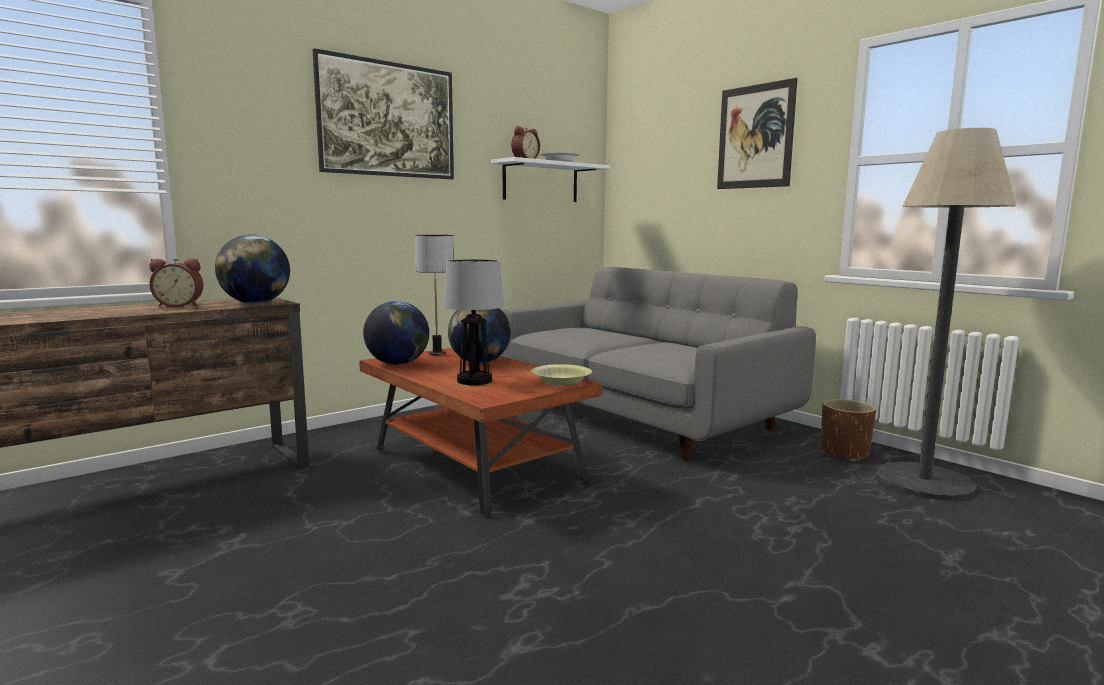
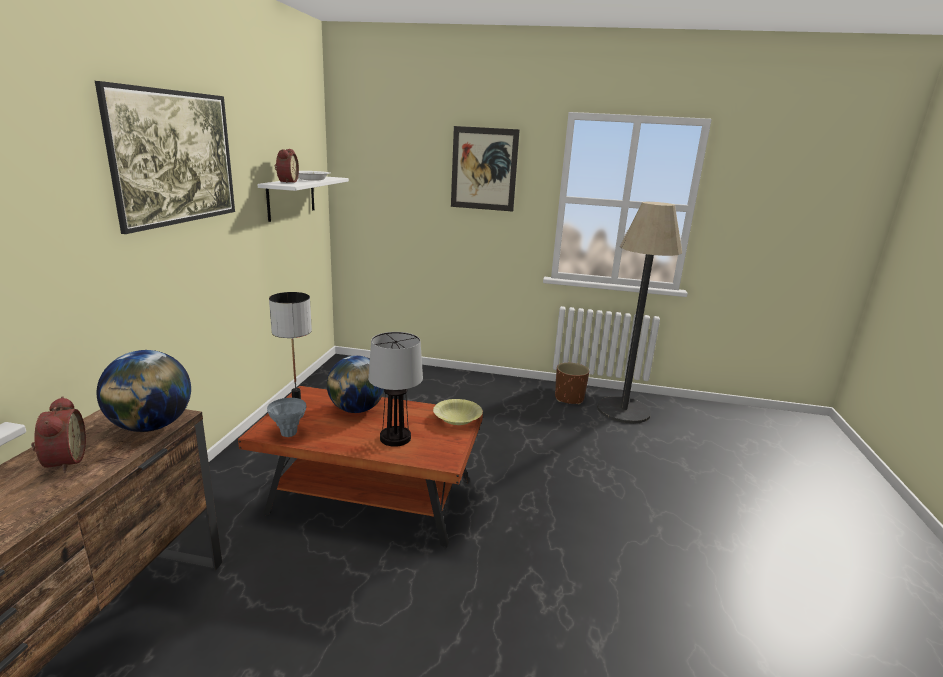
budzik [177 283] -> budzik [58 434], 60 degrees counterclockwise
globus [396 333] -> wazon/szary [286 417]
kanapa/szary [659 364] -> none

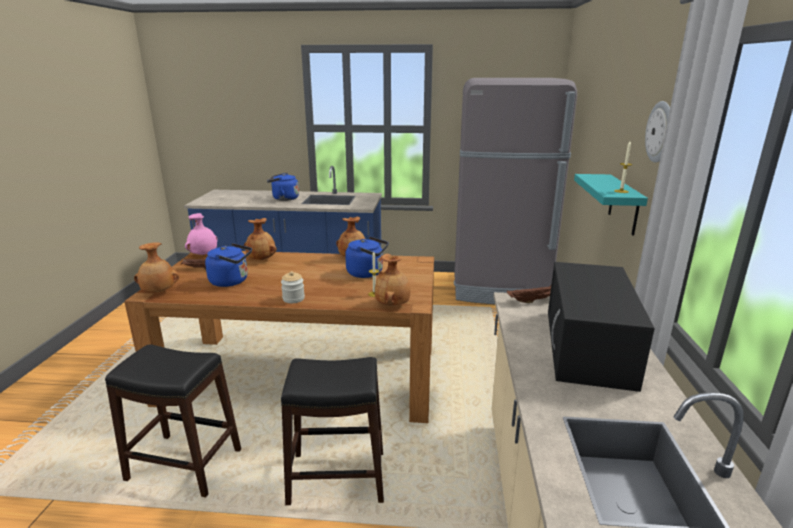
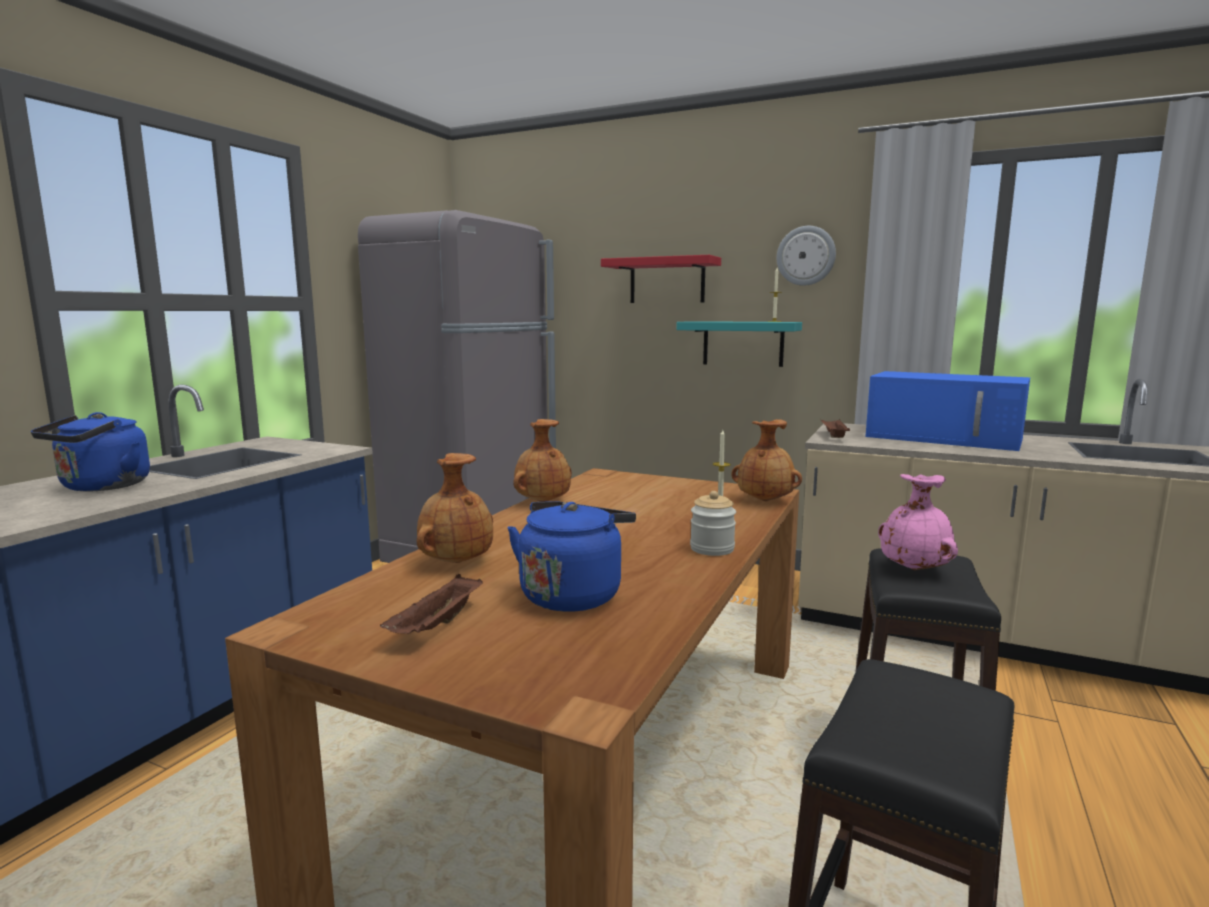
wazon/brązowy [156 267] -> none
wazon/różowy [201 234] -> wazon/różowy [918 522], shifted
czajnik/niebieski [367 257] -> none
mikrofalówka/czarny [601 327] -> mikrofalówka/niebieski [947 411]
none -> półka/czerwony [661 279]

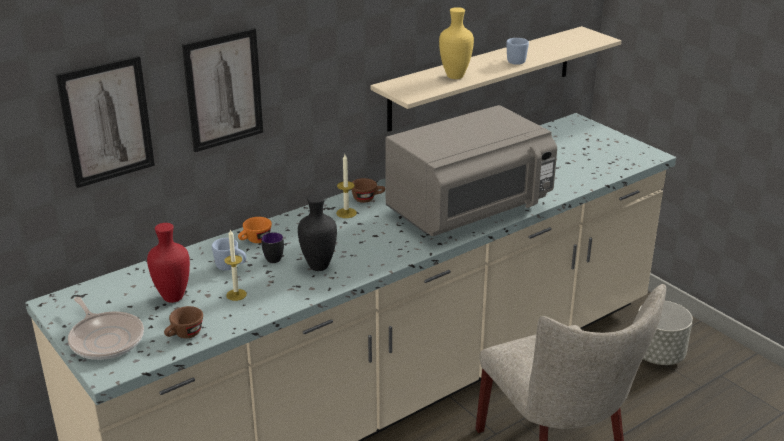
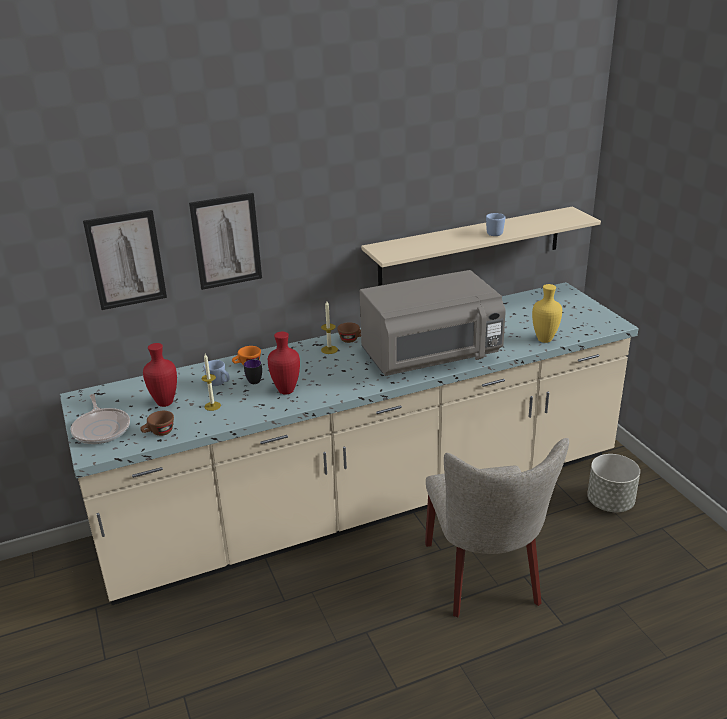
wazon/czarny [317 232] -> wazon/czerwony [284 363]
wazon/żółty [456 43] -> wazon/żółty [547 313], shifted

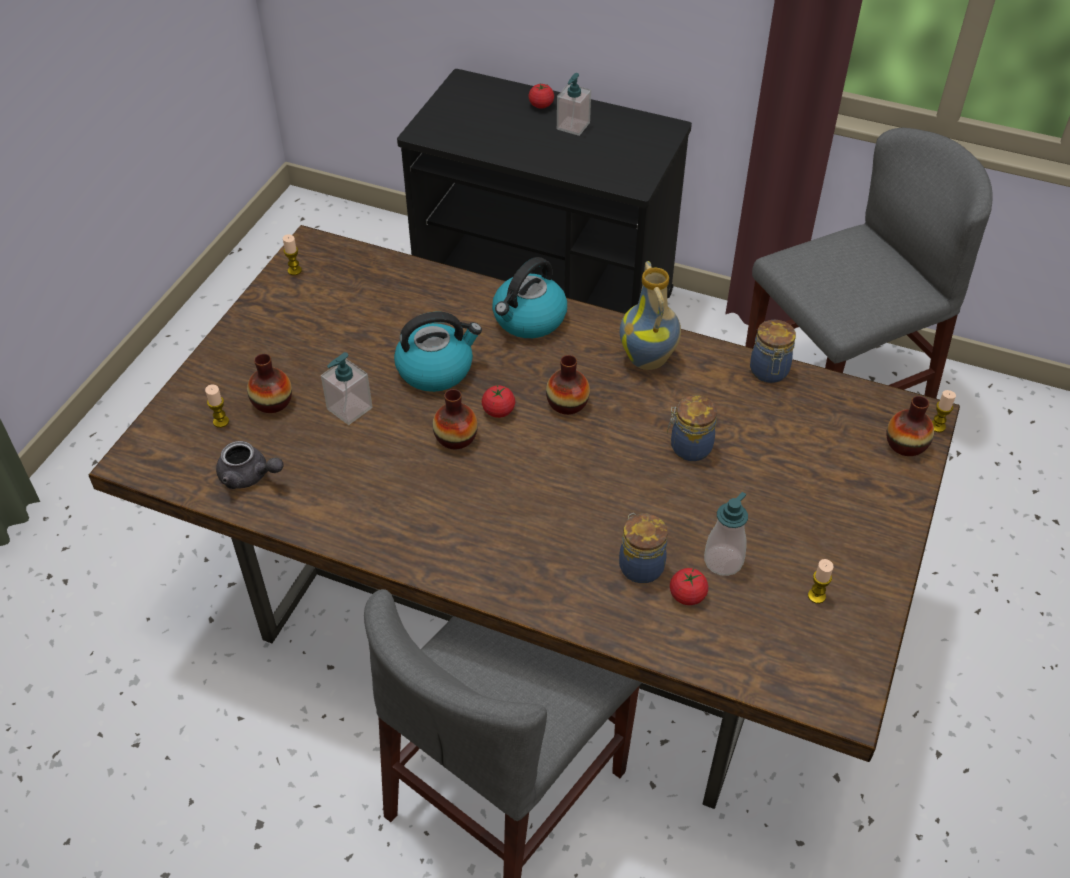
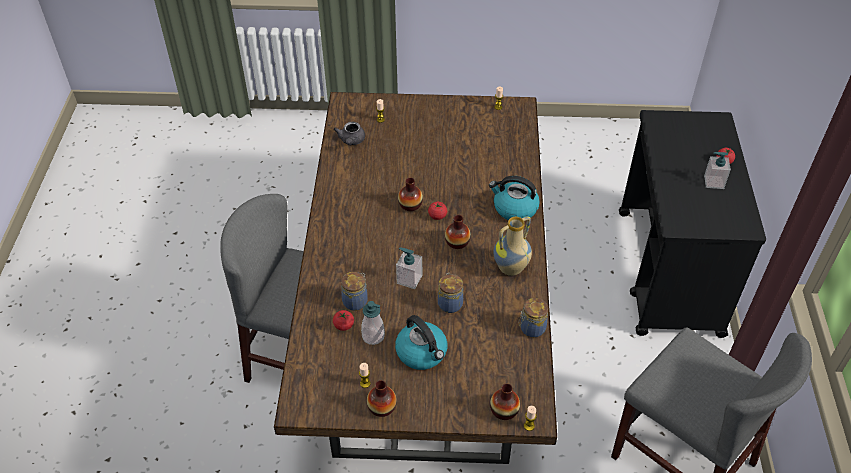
wazon [269 383] -> wazon [382 398], shifted
dozownik mydła [347 388] -> dozownik mydła [409 268], shifted
czajnik [438 352] -> czajnik [421 342], shifted

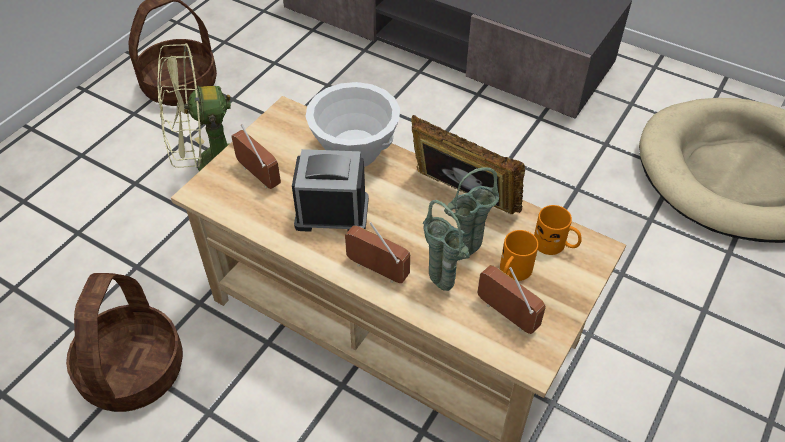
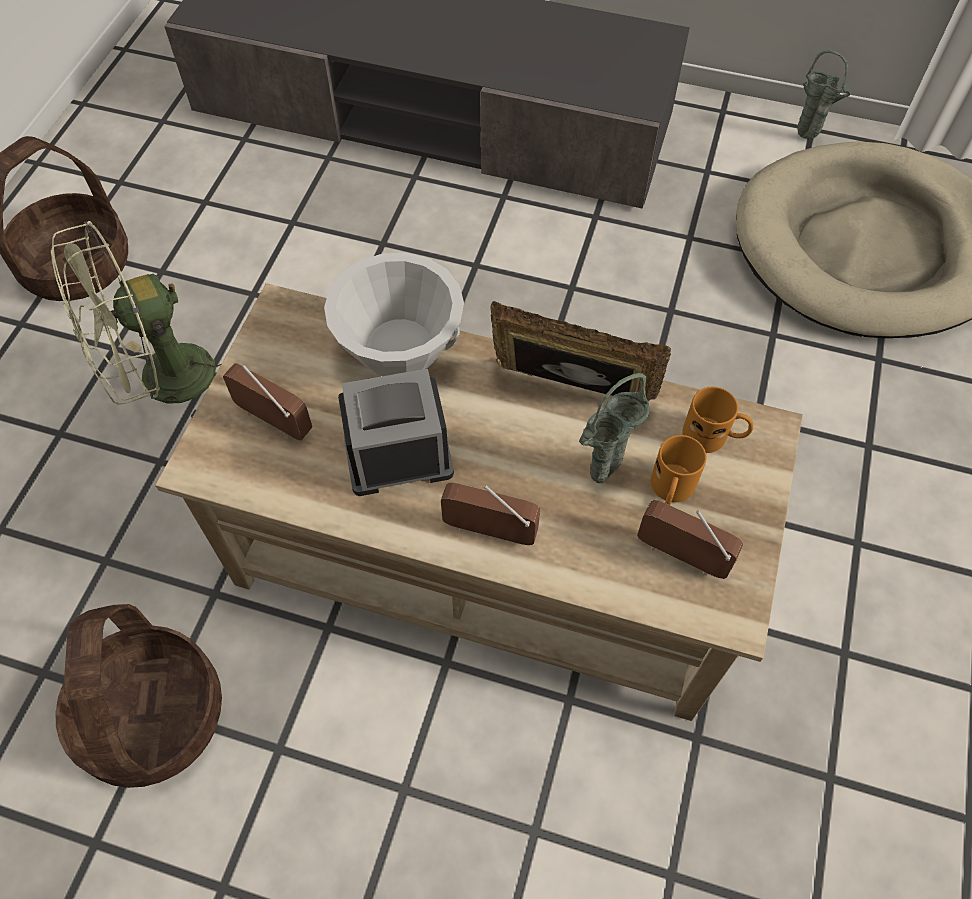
wazon/zielony [446 245] -> wazon/zielony [824 94], shifted

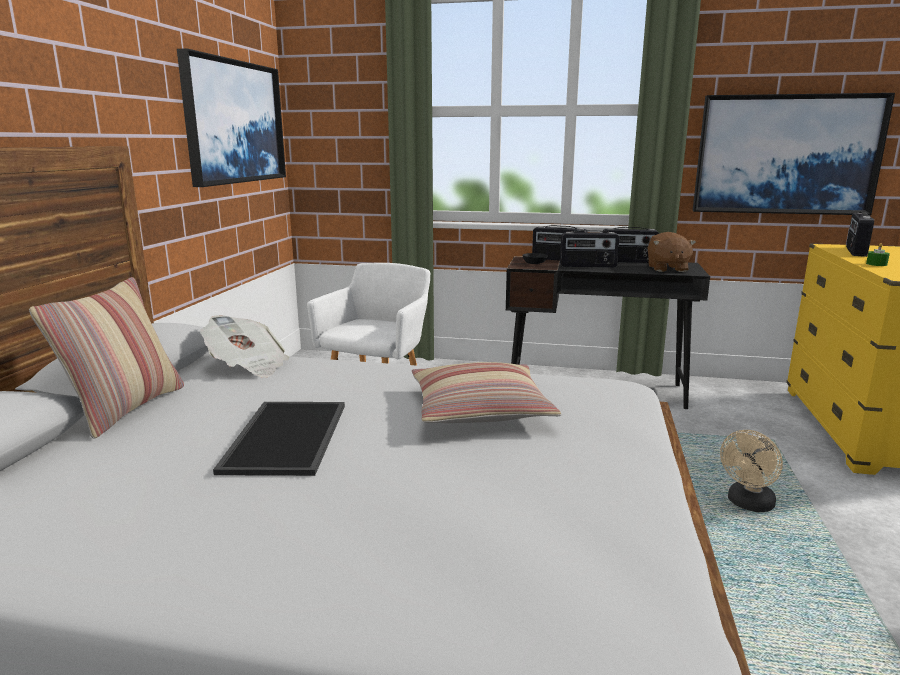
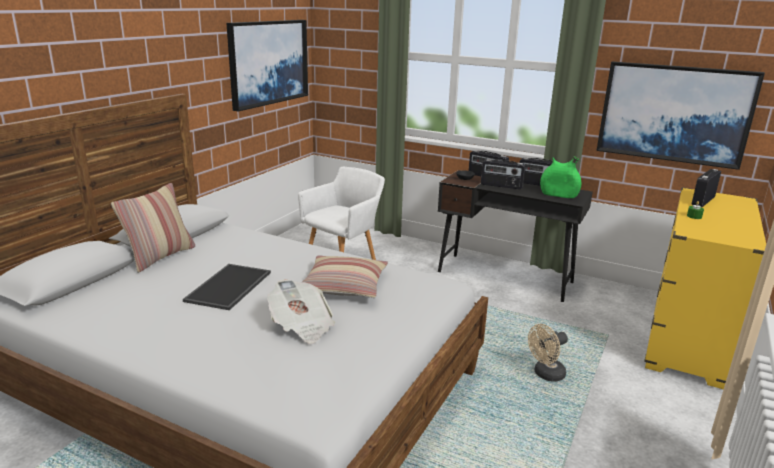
gazeta [245 346] -> gazeta [301 311], shifted
pluszak/brązowy [672 252] -> wazon/zielony [560 177]

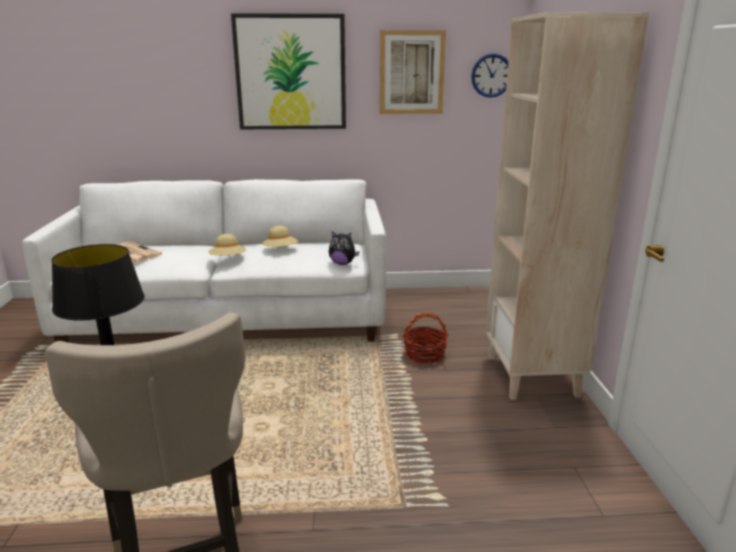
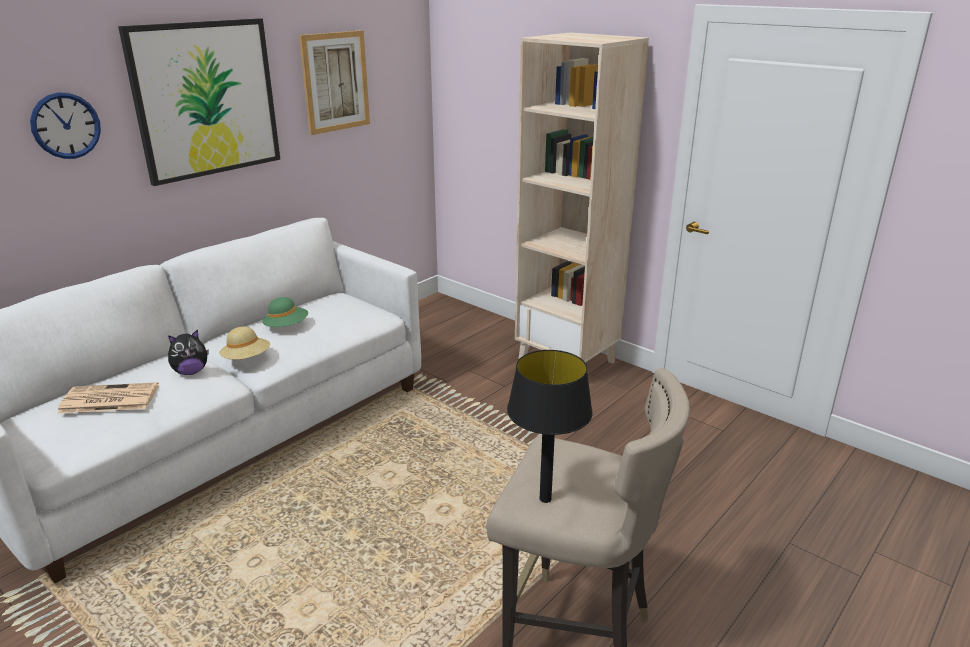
kapelusz/beżowy [280 236] -> kapelusz/zielony [285 312]
pluszak [344 248] -> pluszak [188 352], shifted
koszyk [425 338] -> none
zegar ścienny [489 75] -> zegar ścienny [65 125], shifted

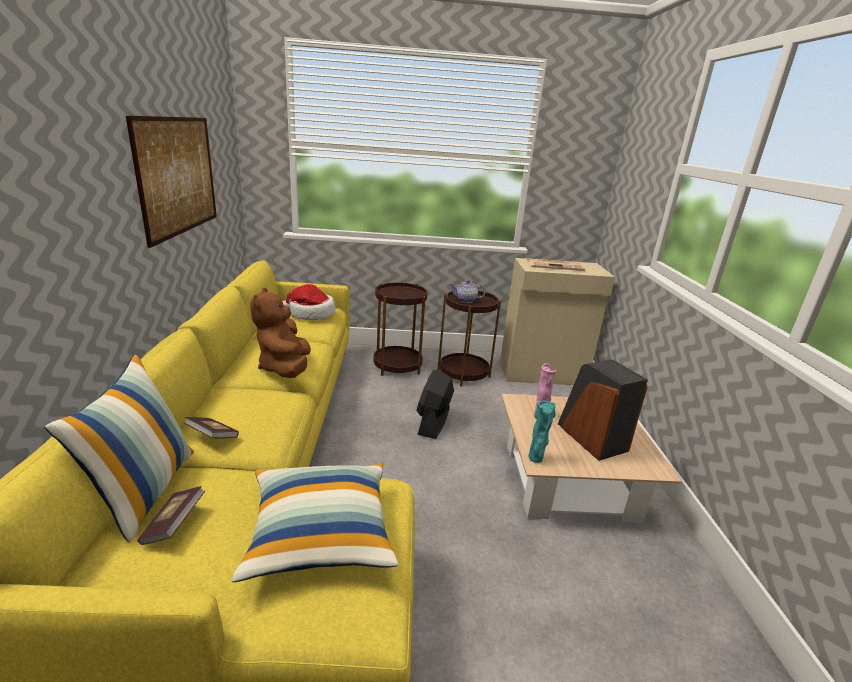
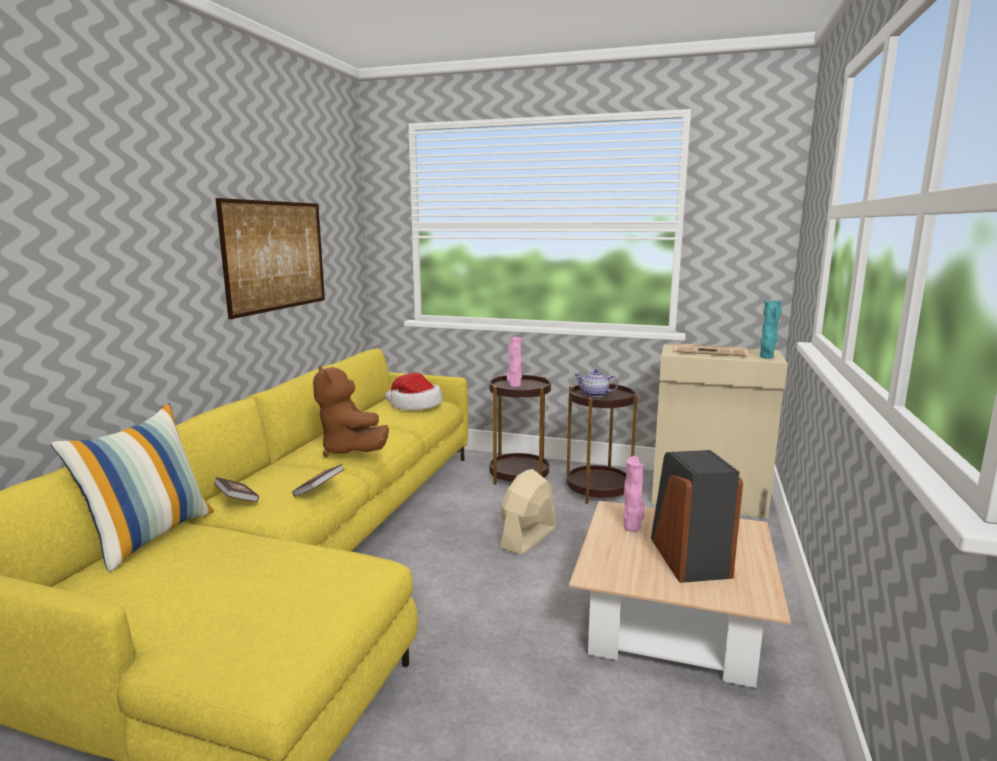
książka [171 515] -> książka [318 480], shifted
poduszka [315 522] -> none
pluszak/brązowy [280 333] -> pluszak/brązowy [351 411], 45 degrees counterclockwise
wentylator/czarny [435 404] -> wentylator/beżowy [528 512]
wazon/turkusowy [542 432] -> wazon/turkusowy [771 329], shifted
none -> wazon/różowy [514 362]

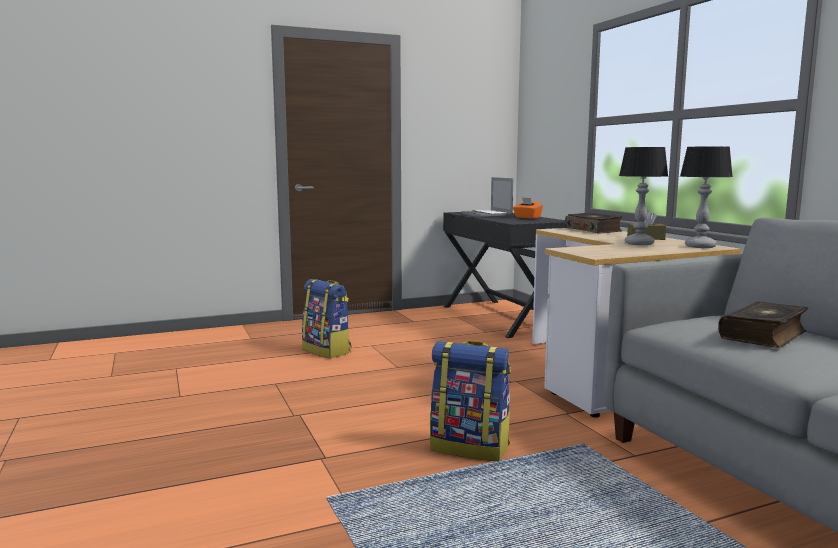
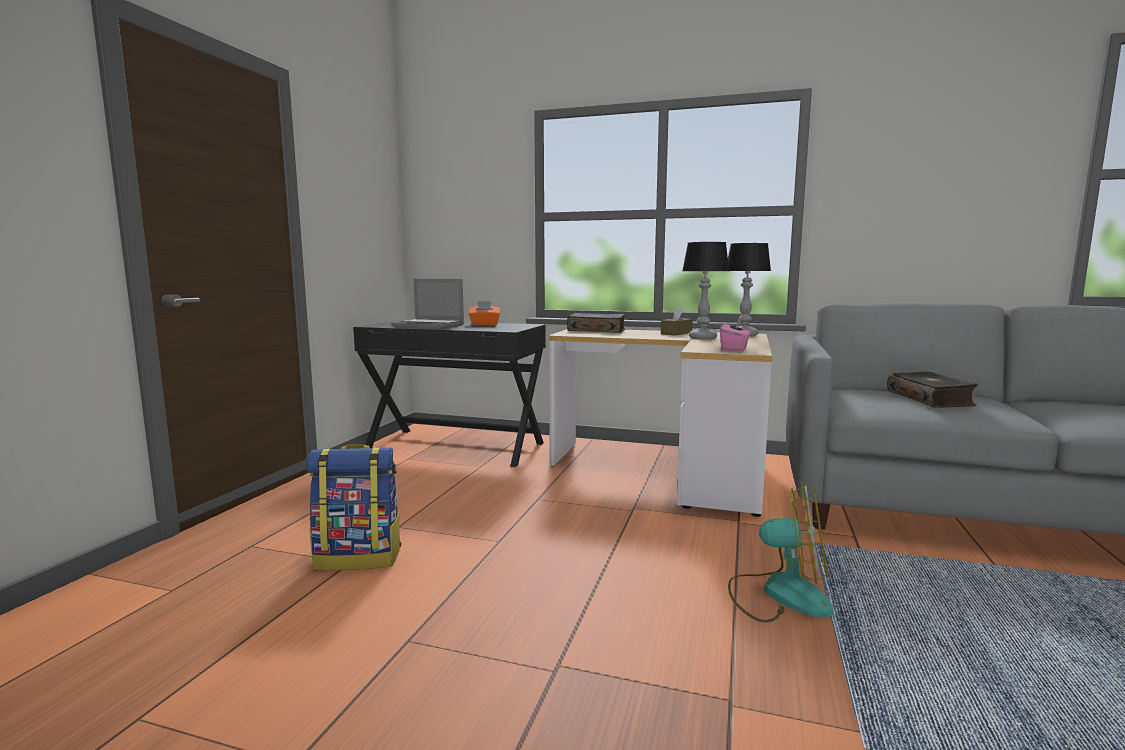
plecak [470 401] -> wentylator [781 552]
none -> pudełko chusteczek/różowy [735 334]

